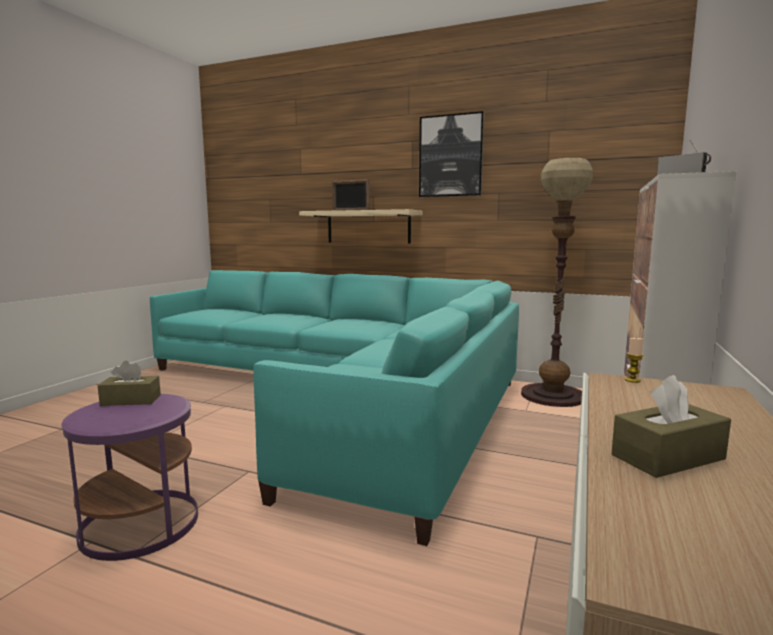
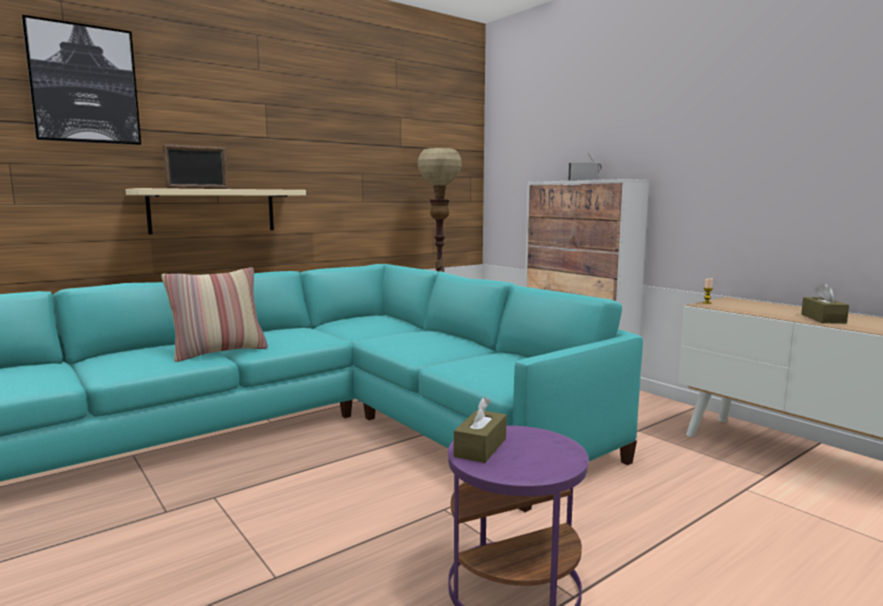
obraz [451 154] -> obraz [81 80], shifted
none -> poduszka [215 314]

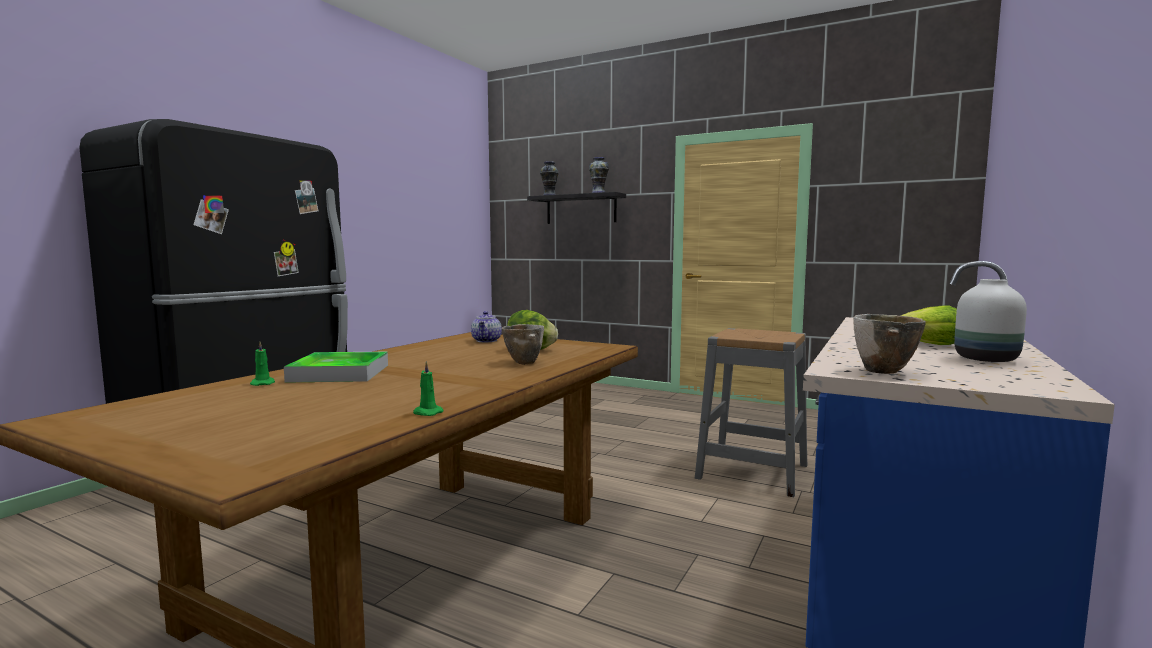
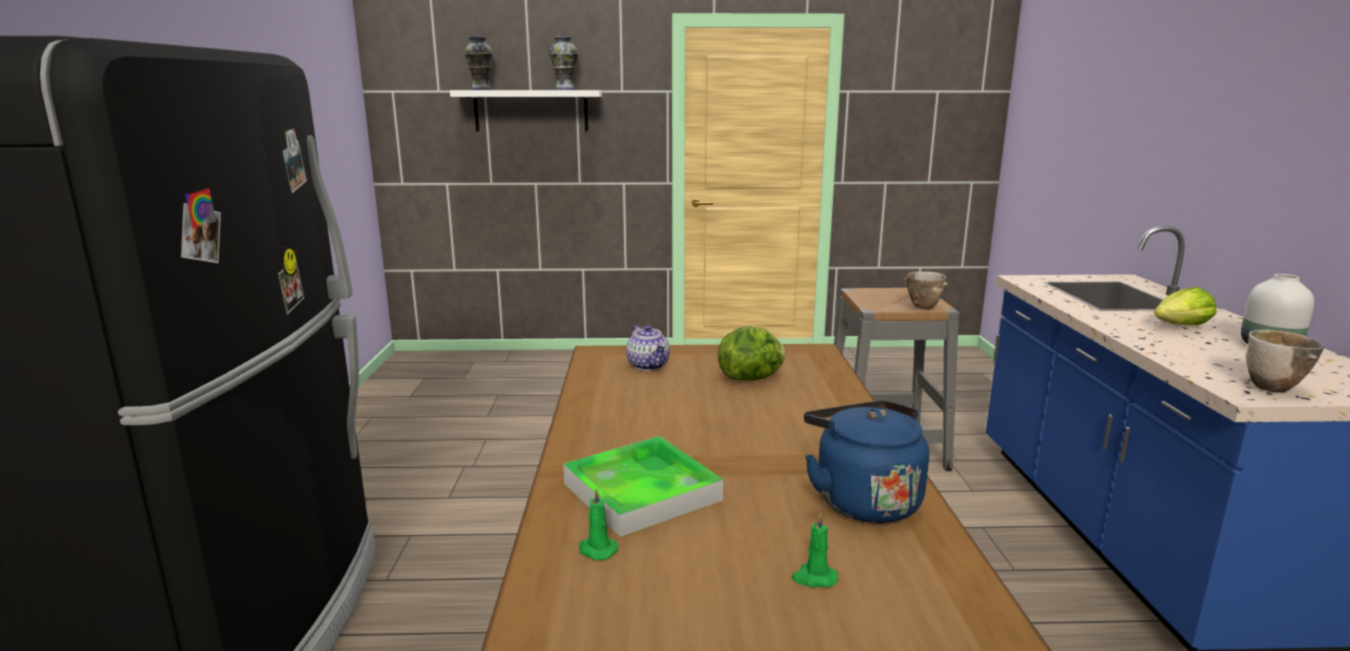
świeca/zielony [428 388] -> świeca/zielony [814 549], shifted
miska [523 344] -> miska [926 290], shifted
półka/czarny [576 208] -> półka/biały [526 110]
none -> czajnik/niebieski [866 462]

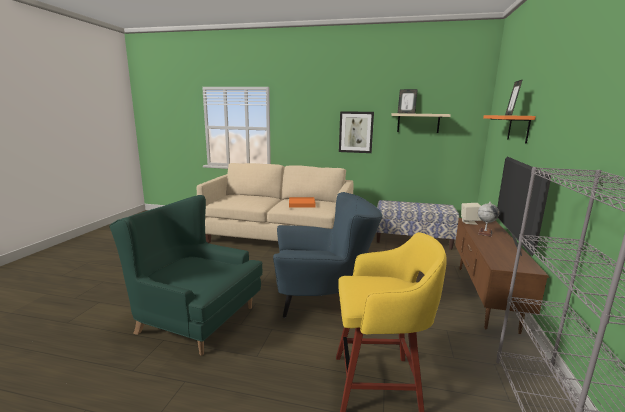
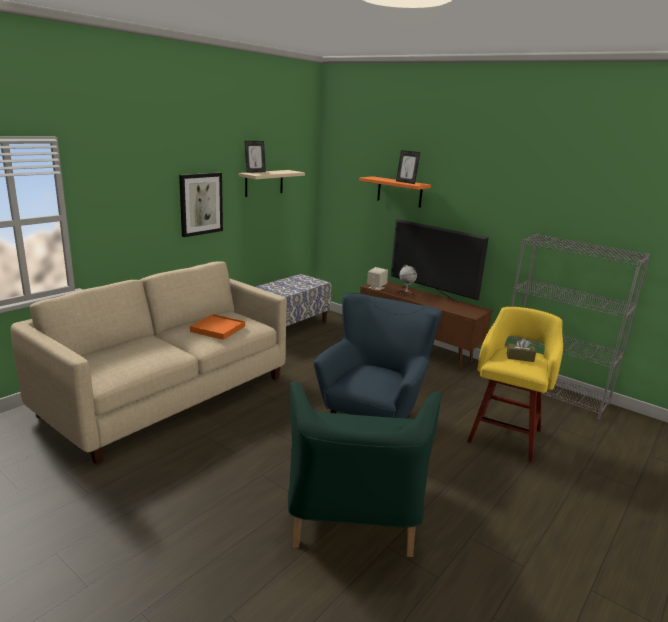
fotel/zielony [185 275] -> fotel/zielony [365 469], 45 degrees counterclockwise
none -> pudełko chusteczek/brązowy [521 350]

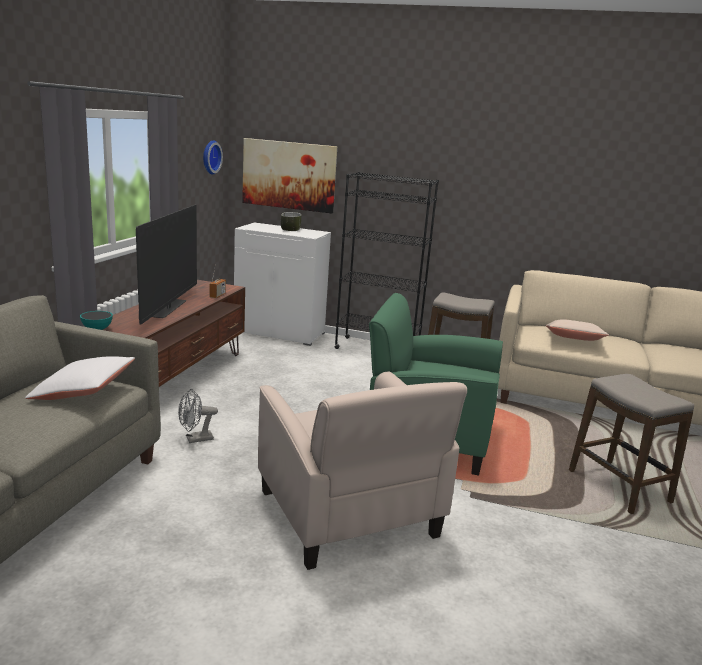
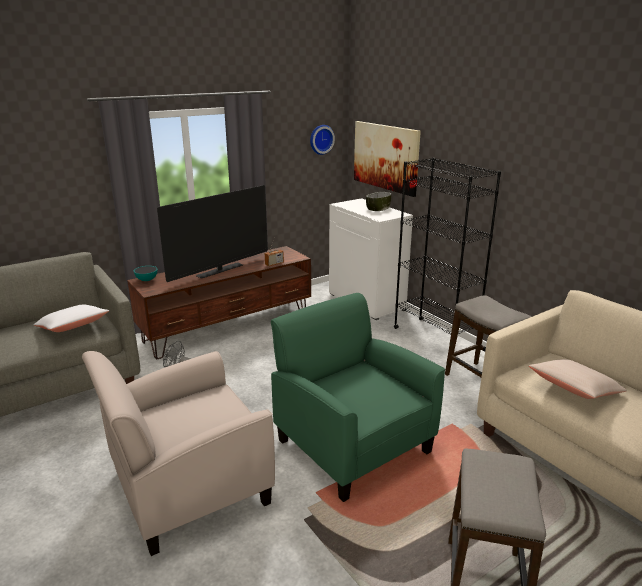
fotel/beżowy [362 471] -> fotel/beżowy [178 453], 45 degrees clockwise

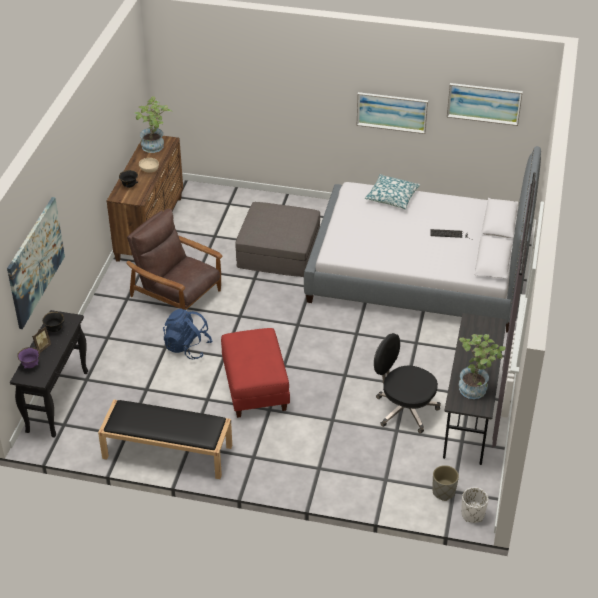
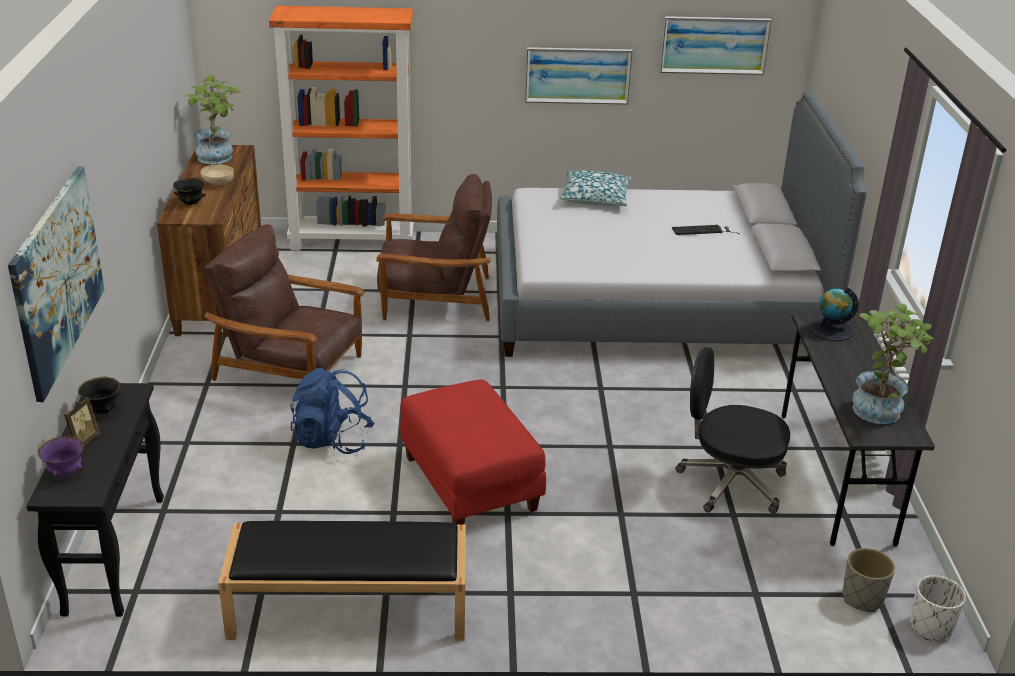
pufa/szary [277 239] -> fotel/brązowy [434 247]
none -> regał/pomarańczowy [341 128]
none -> globus [833 314]

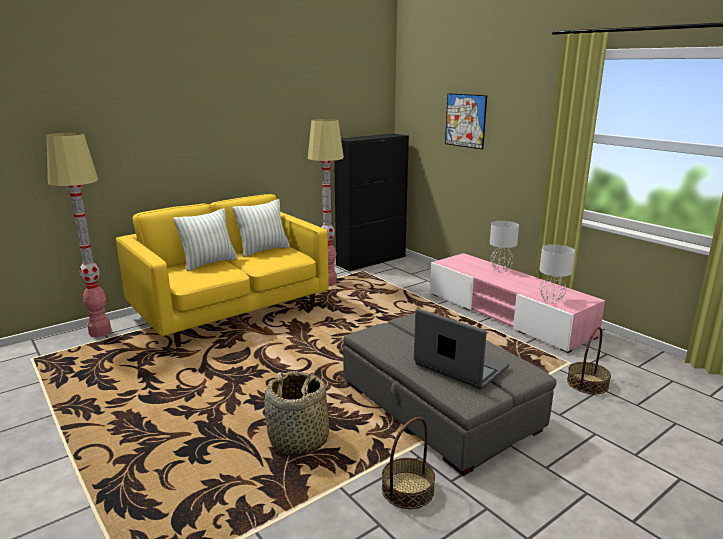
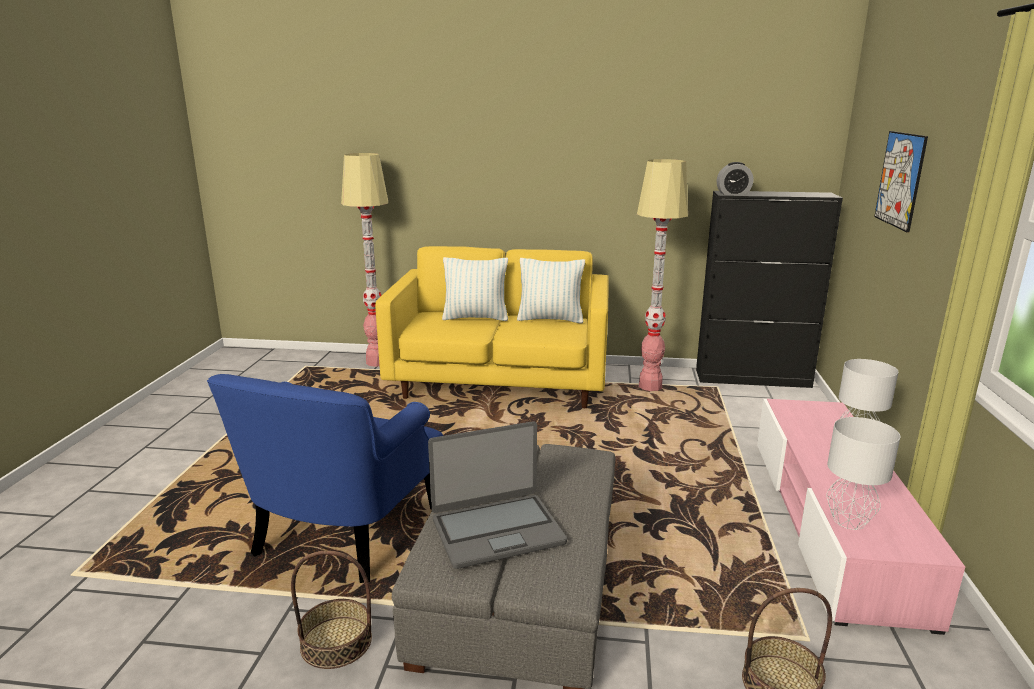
koszyk [297 413] -> fotel/niebieski [325 478]
laptop [461 349] -> laptop [497 495], 75 degrees clockwise
none -> budzik [735 178]

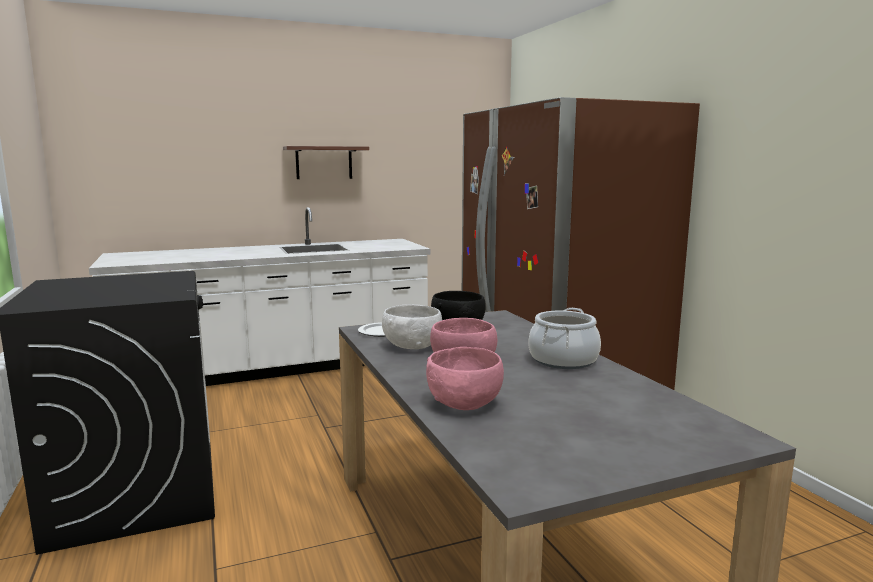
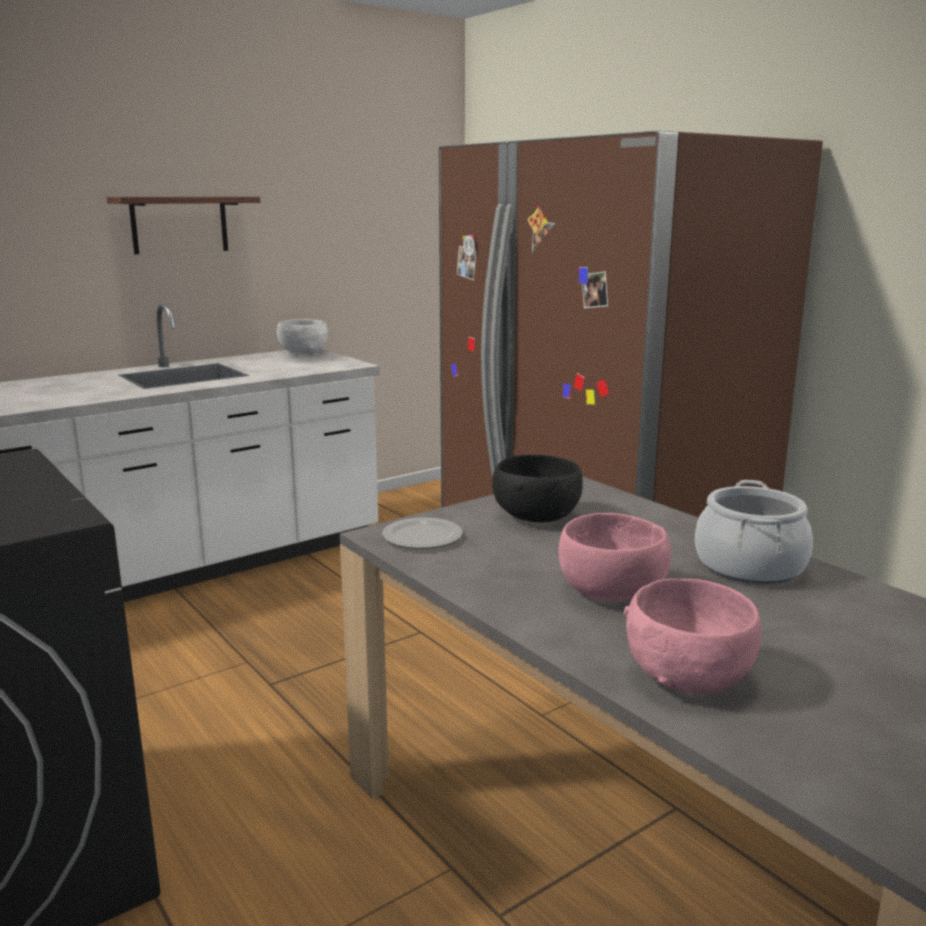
miska/biały [412 326] -> miska/biały [302 336], shifted

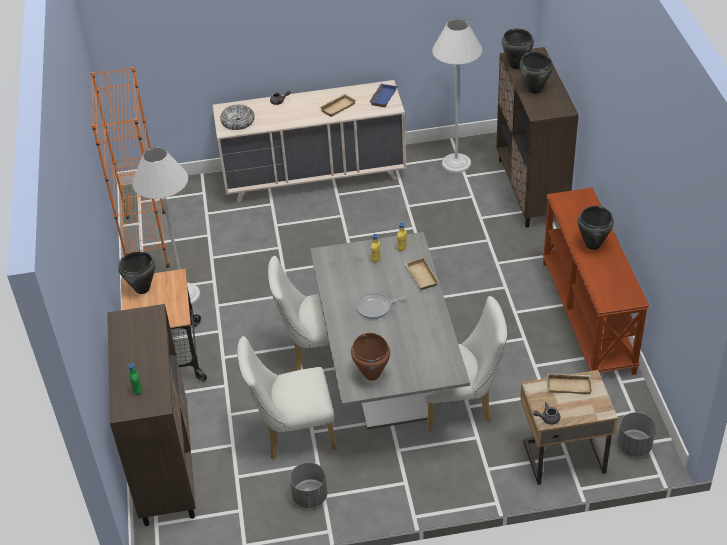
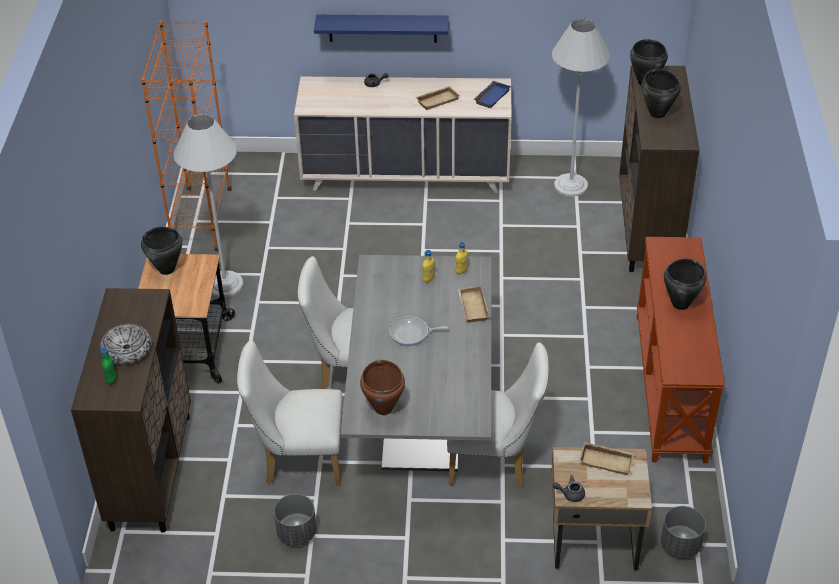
miska [237 117] -> miska [125 344], shifted
none -> półka/niebieski [381 29]

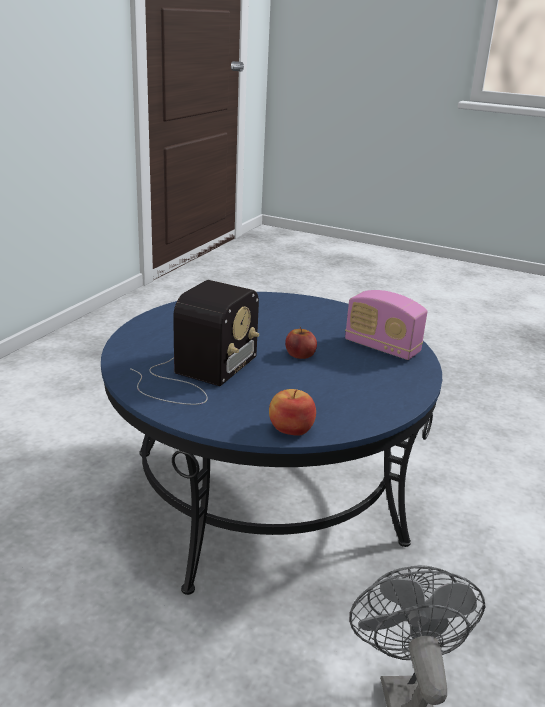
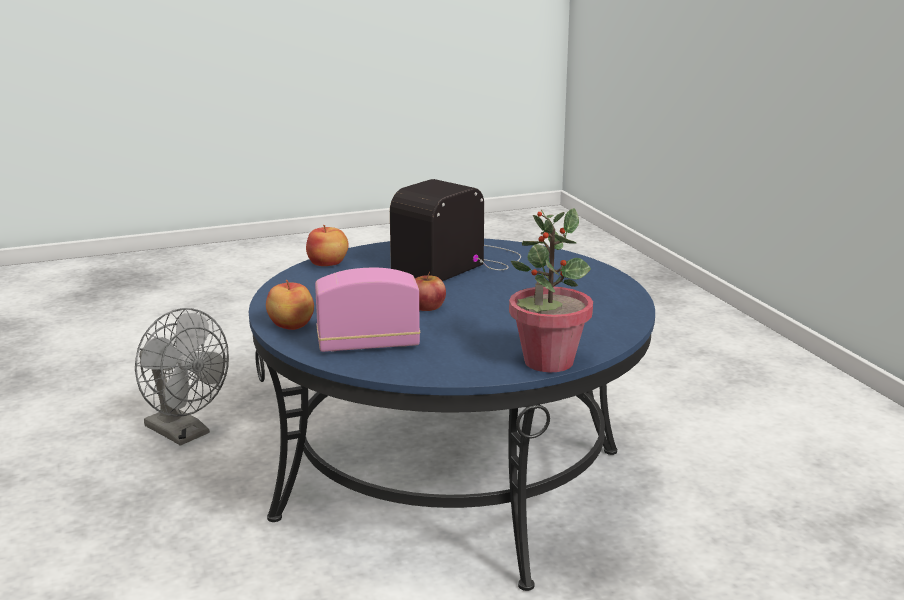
radio [194 342] -> radio [455 230], 60 degrees clockwise
none -> jabłko [290 305]
none -> roślina doniczkowa [551 290]

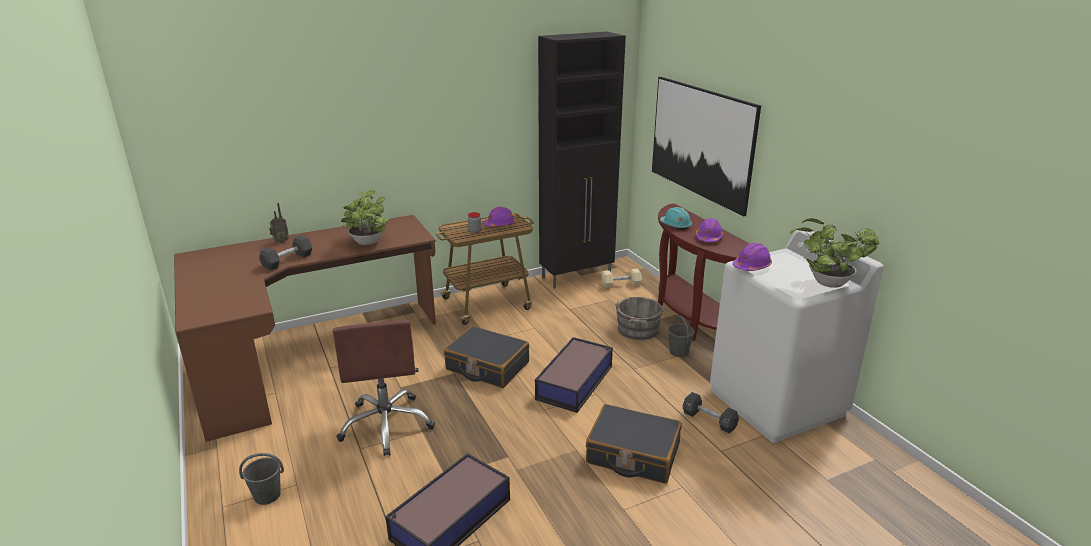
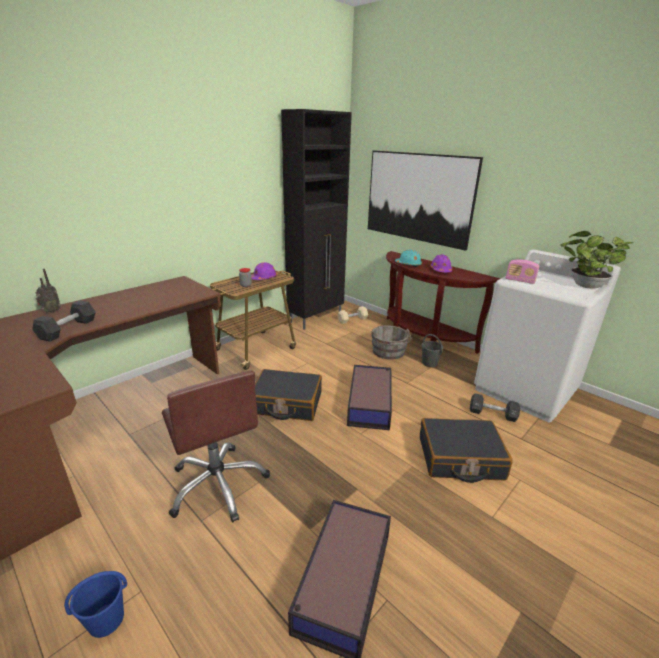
wiadro/szary [261 479] -> wiadro/niebieski [95 604]
roślina doniczkowa [365 217] -> none
kask/fioletowy [752 257] -> radio [523 271]

